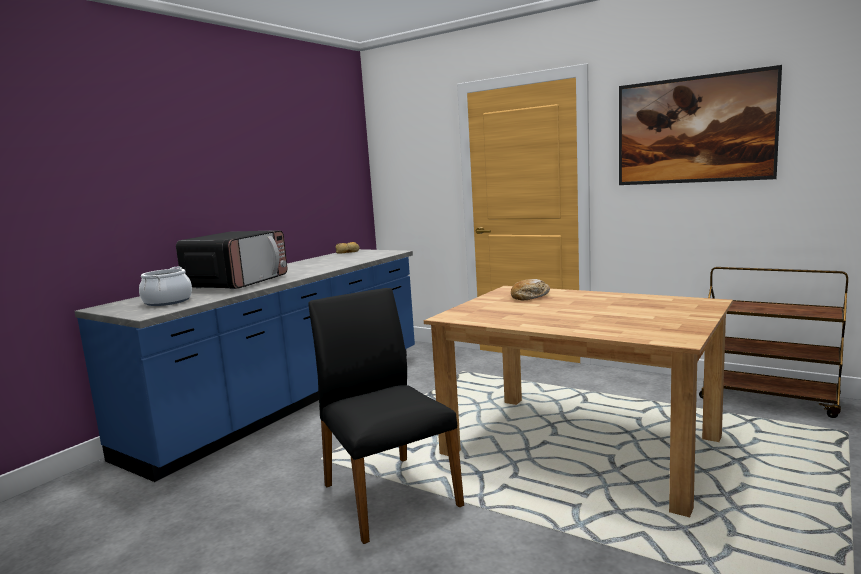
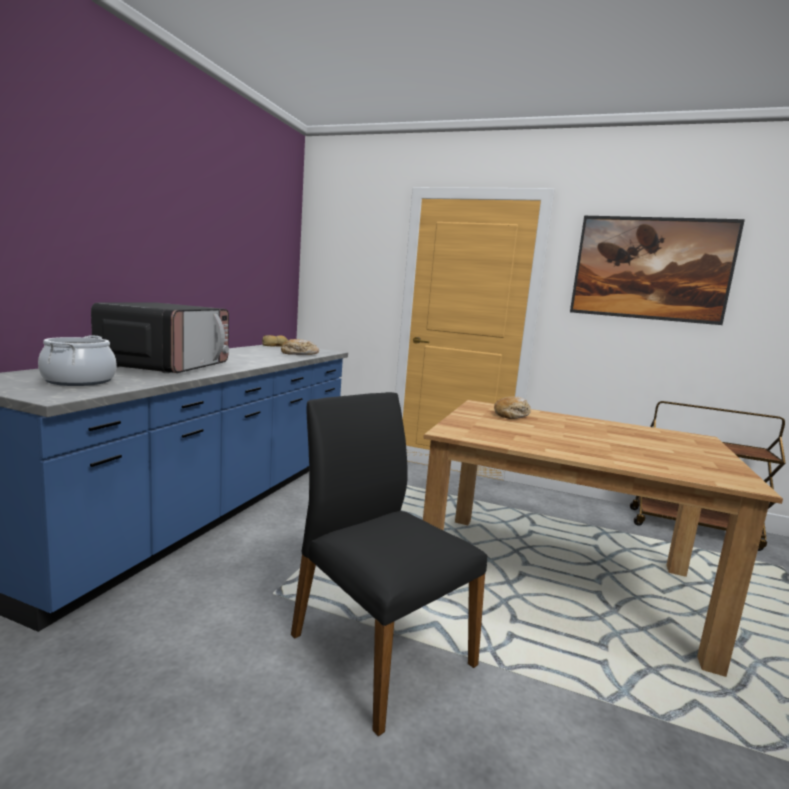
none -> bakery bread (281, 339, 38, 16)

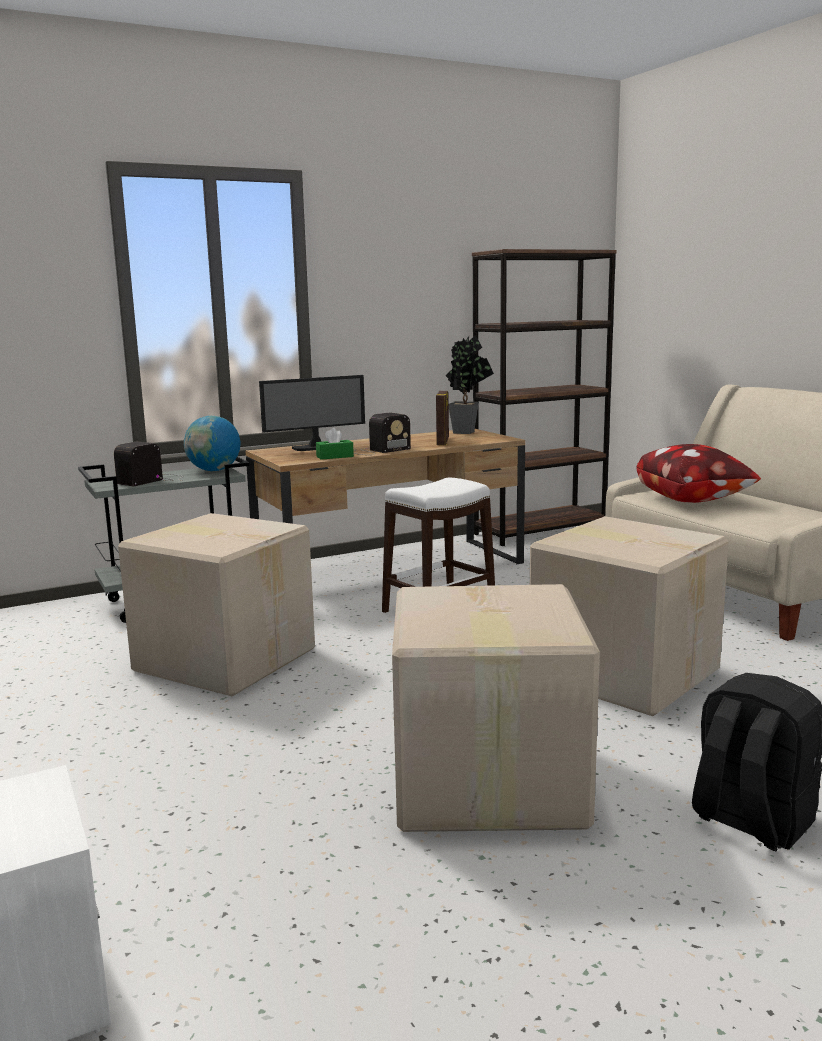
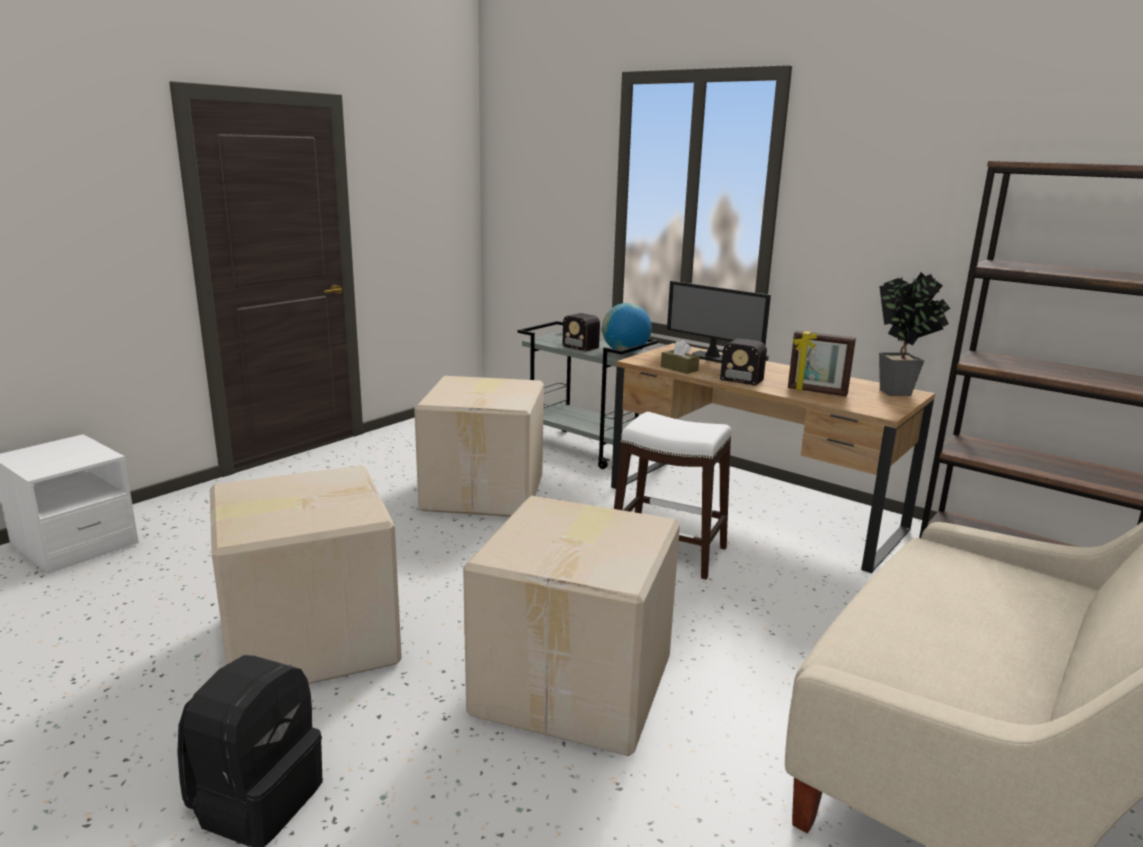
radio receiver (114, 442, 69, 45) -> radio receiver (552, 313, 48, 38), 150 degrees counterclockwise
tissue box (green-coloured) (316, 428, 38, 32) -> tissue box (brownish) (661, 340, 38, 34)
standing frame (436, 391, 13, 54) -> standing frame (788, 331, 68, 65), 45 degrees clockwise
cushion (636, 444, 125, 59) -> none

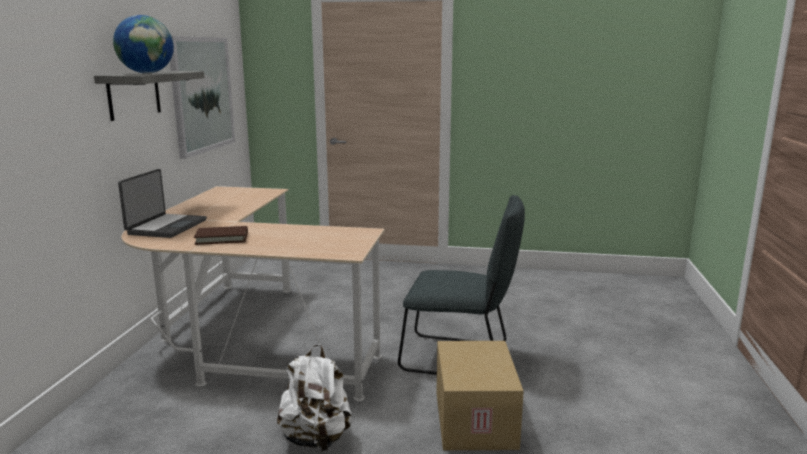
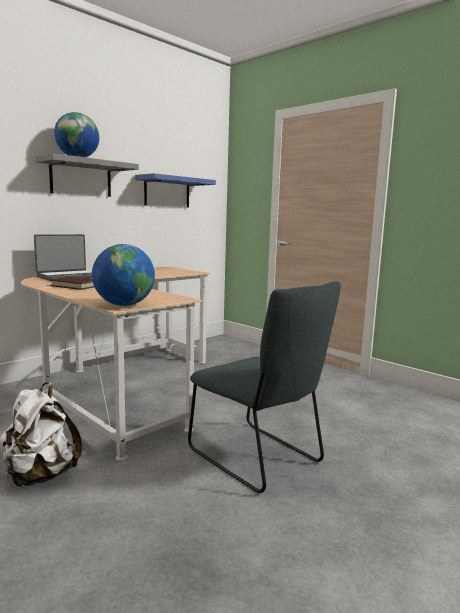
none -> world globe (92, 244, 63, 62)
wall art (170, 36, 65, 123) -> bracket shelf (blue-coloured) (135, 173, 81, 35)
packing box (437, 341, 87, 109) -> none

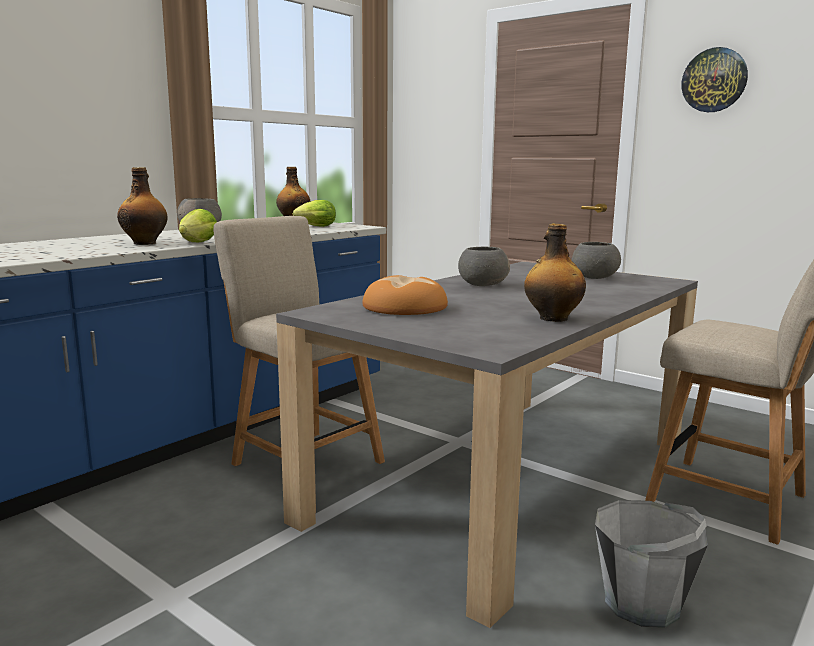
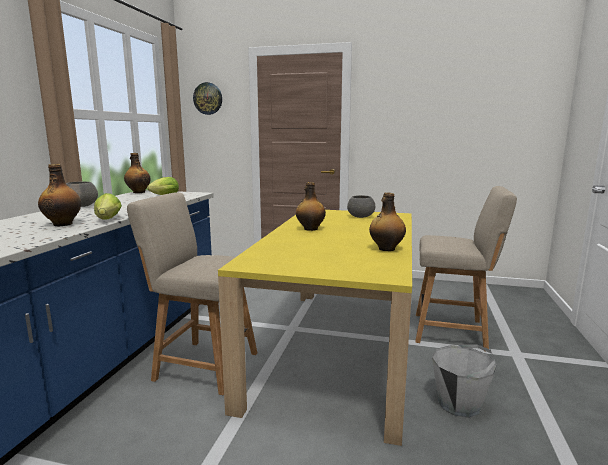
clock on the wall (682, 47, 66, 65) -> clock on the wall (193, 82, 29, 33), relocated
dining table (grey) (276, 262, 422, 366) -> dining table (yellow-coloured) (218, 210, 194, 236)
serving bowl (grey) (458, 247, 52, 39) -> bottle (296, 182, 30, 49)
bakery bread (362, 275, 86, 40) -> none

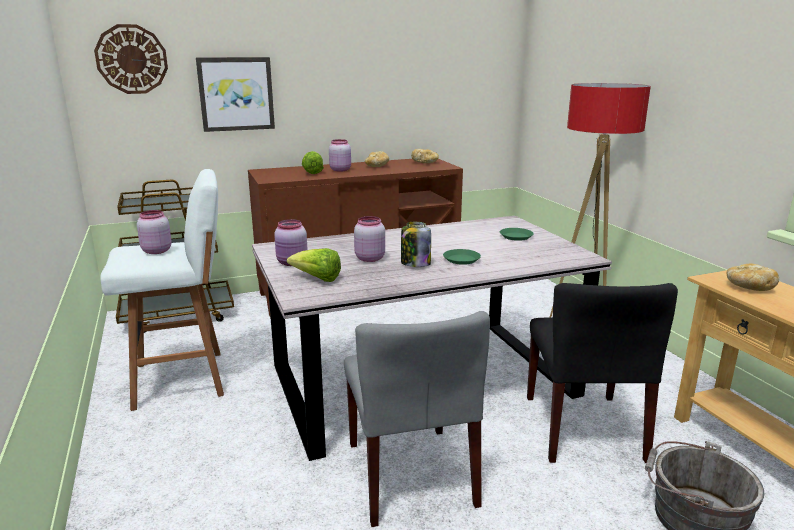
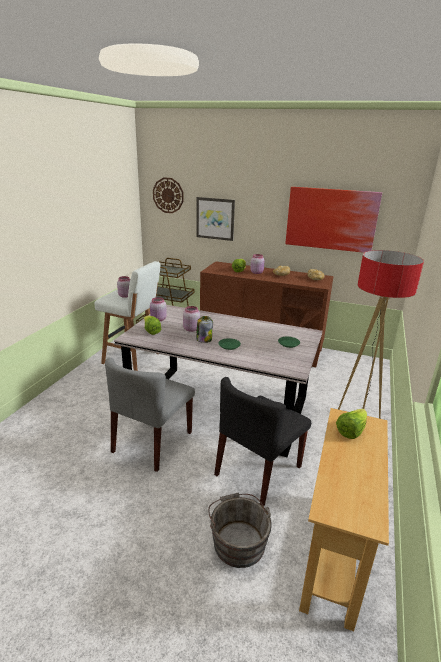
none -> wall art (285, 187, 97, 66)
bakery bread (726, 264, 53, 27) -> head of lettuce (336, 408, 31, 31)

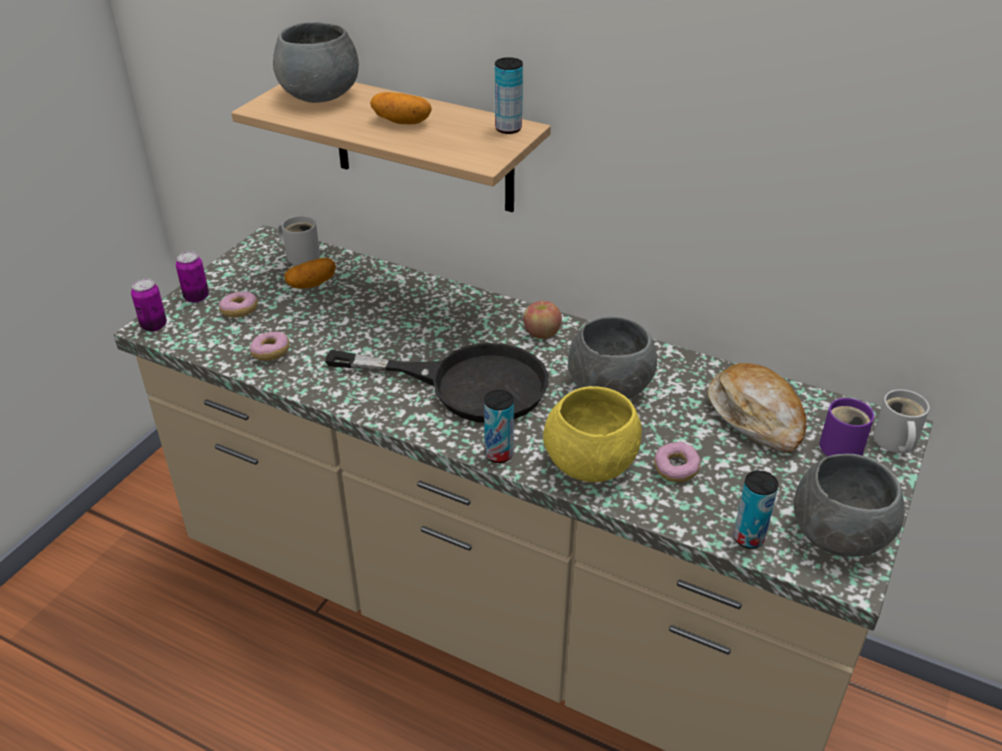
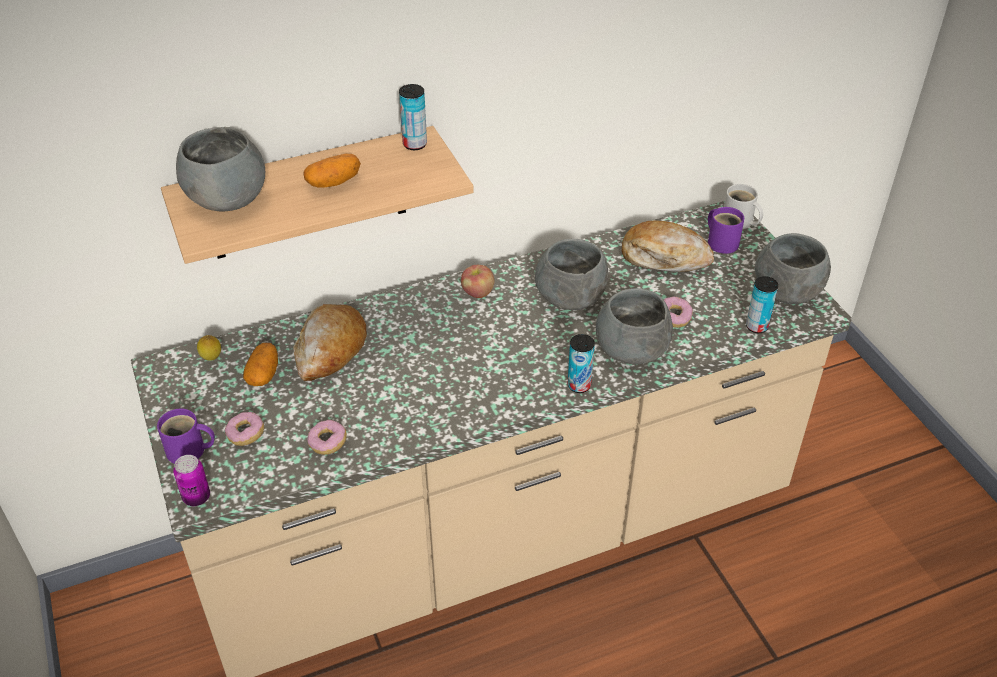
can (176, 251, 33, 52) -> tea mug (purple) (157, 408, 58, 56)
tea mug (white-coloured) (278, 216, 42, 49) -> lemon (197, 335, 24, 26)
none -> bakery bread (293, 304, 74, 77)
serving bowl (yellow-coloured) (543, 386, 99, 96) -> serving bowl (grey) (596, 288, 77, 76)
frying pan (black) (325, 343, 224, 80) -> none

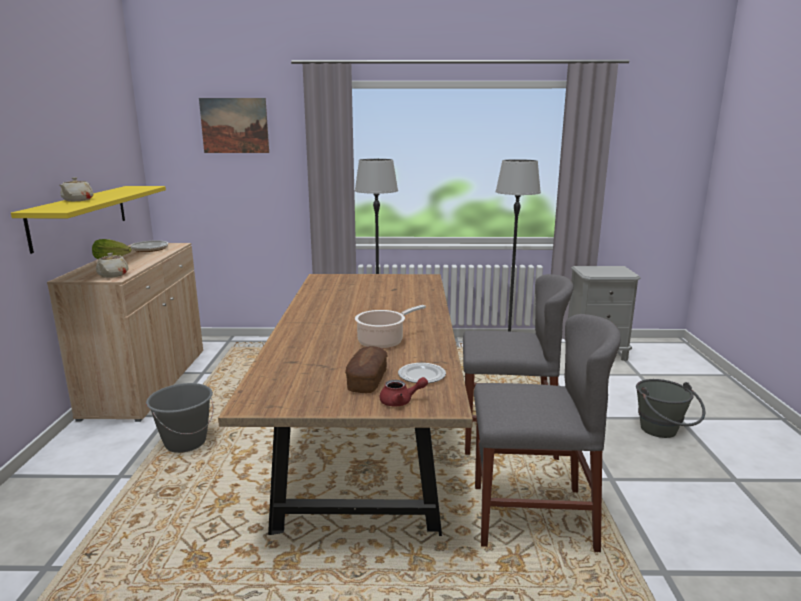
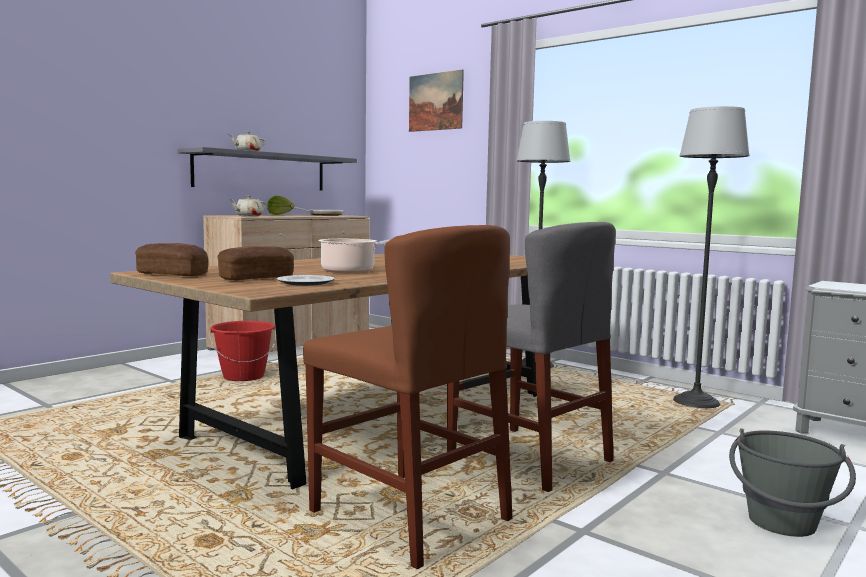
none -> bakery bread (135, 243, 74, 33)
bracket shelf (yellow-coloured) (11, 186, 155, 68) -> bracket shelf (grey) (177, 147, 180, 44)
pail (grey) (146, 383, 68, 70) -> pail (red-coloured) (209, 321, 67, 60)
plain chair (grey) (474, 314, 147, 238) -> plain chair (brownish) (303, 225, 209, 344)
tea pot (red-coloured) (379, 377, 49, 30) -> none

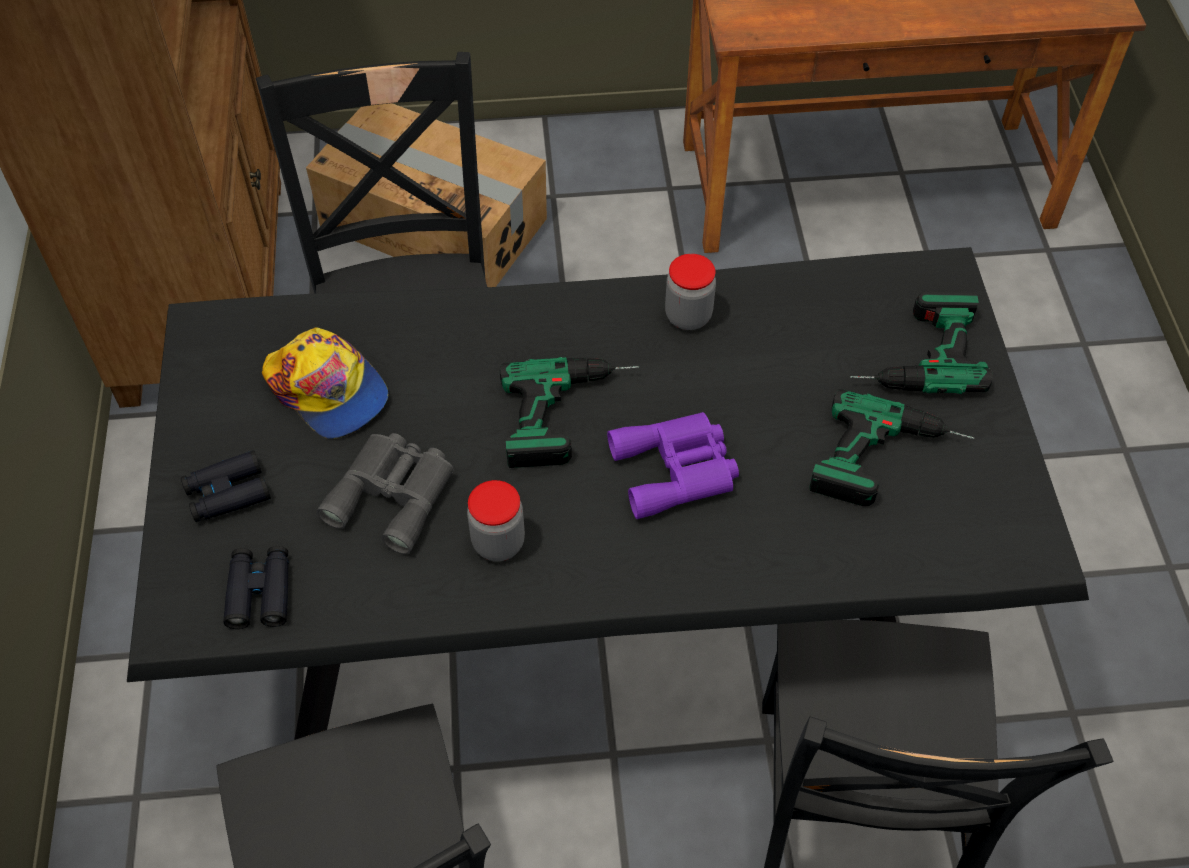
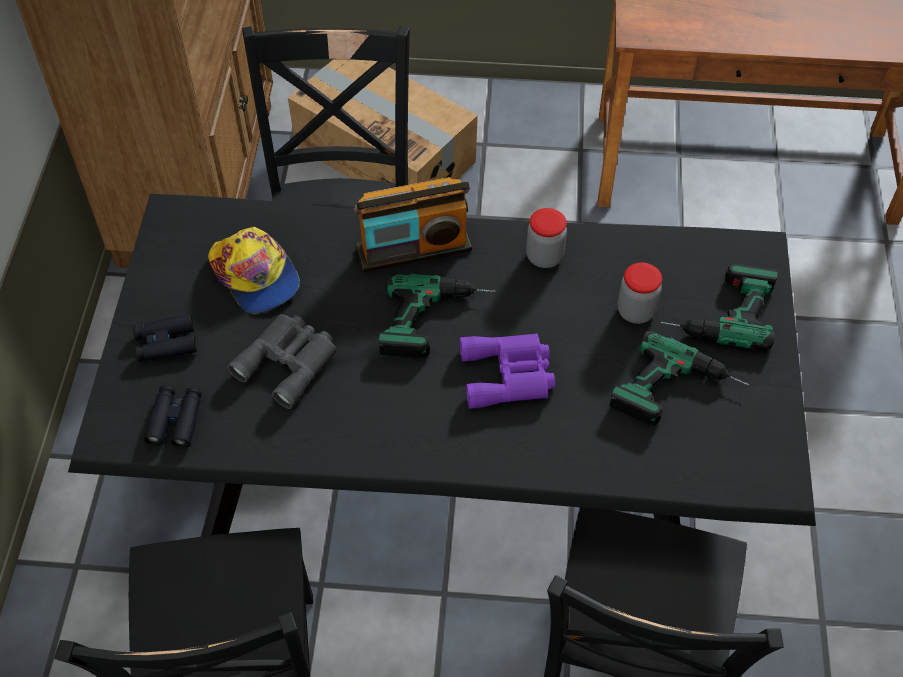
none -> radio receiver (354, 177, 118, 95)
preserve jar (467, 480, 58, 81) -> preserve jar (618, 263, 44, 61), relocated

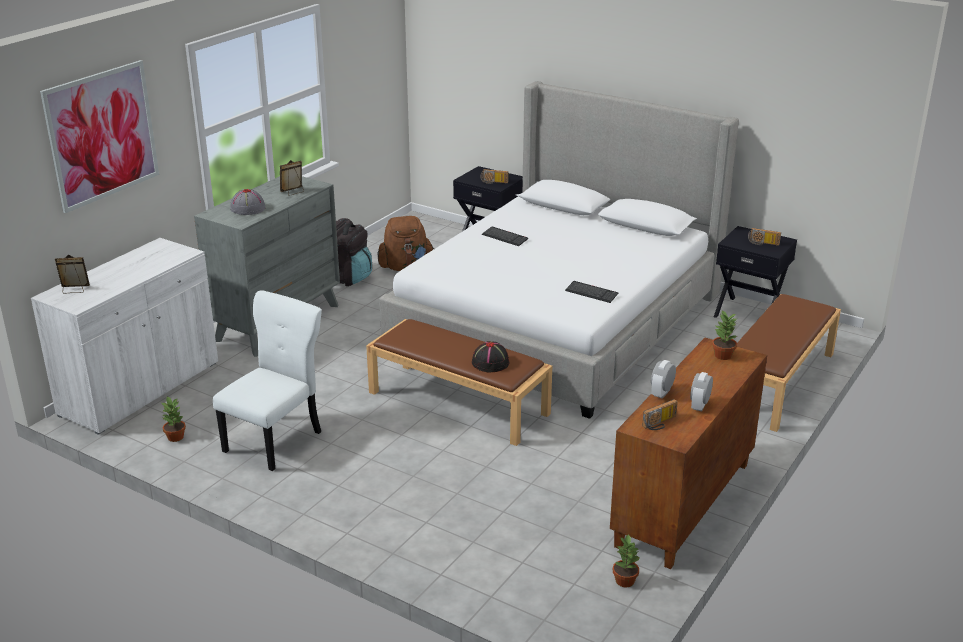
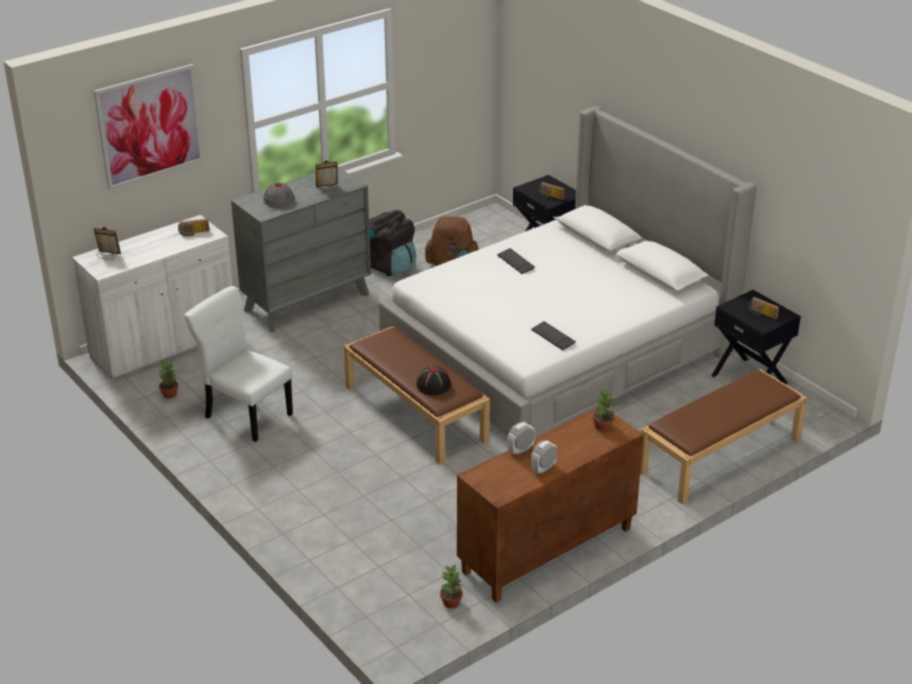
radio receiver (642, 399, 36, 31) -> radio receiver (178, 219, 31, 18), relocated
plain chair (white-coloured) (213, 290, 109, 181) -> plain chair (white-coloured) (184, 286, 109, 156), 105 degrees counterclockwise

